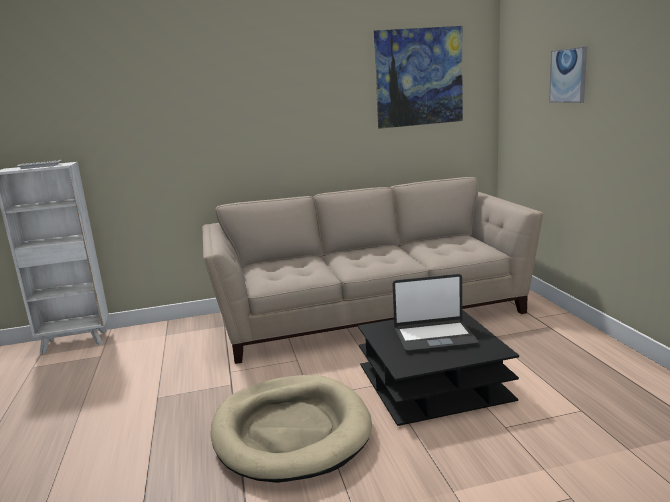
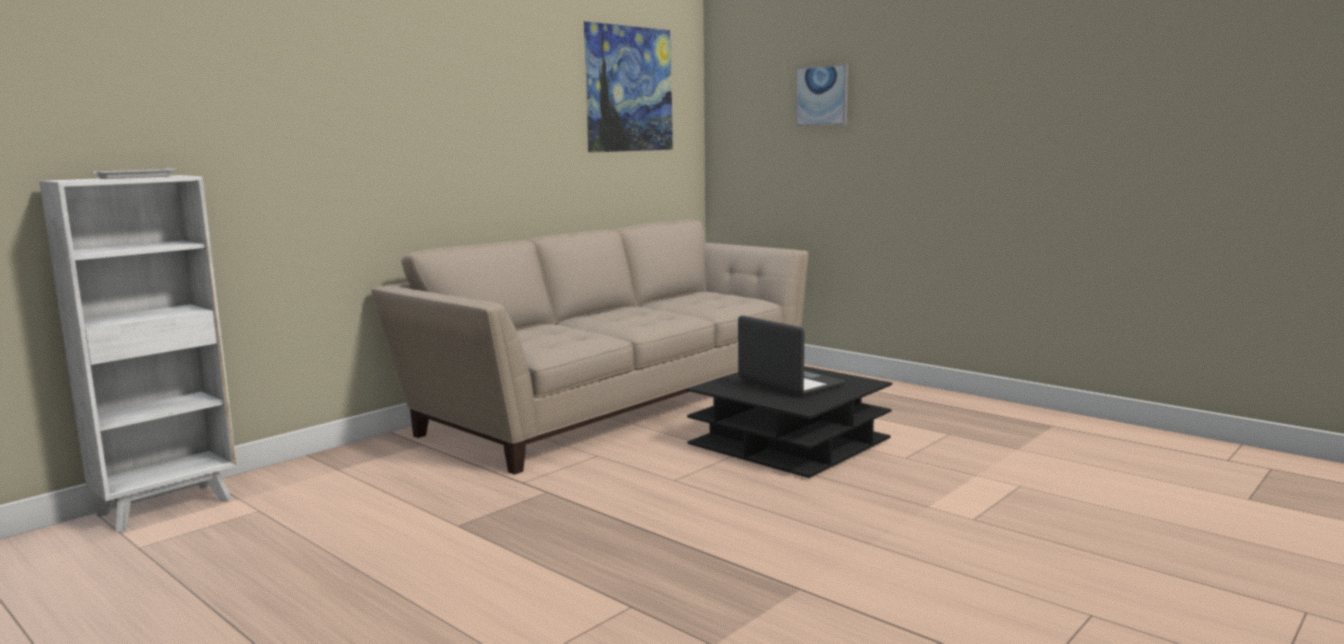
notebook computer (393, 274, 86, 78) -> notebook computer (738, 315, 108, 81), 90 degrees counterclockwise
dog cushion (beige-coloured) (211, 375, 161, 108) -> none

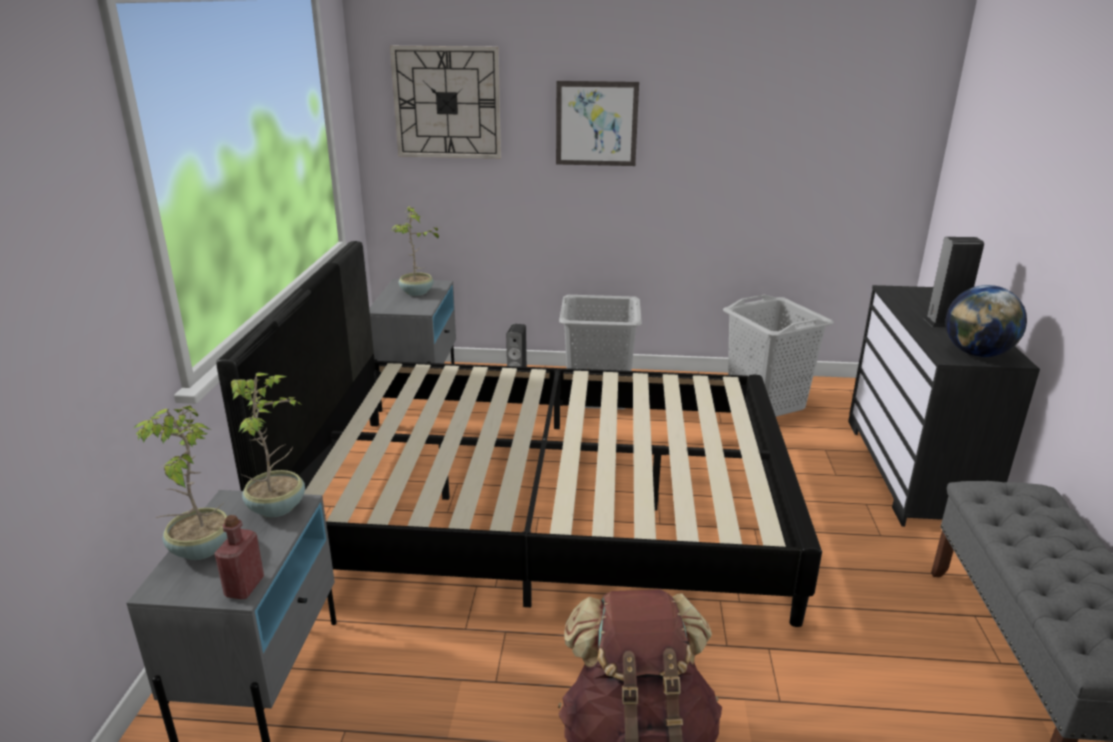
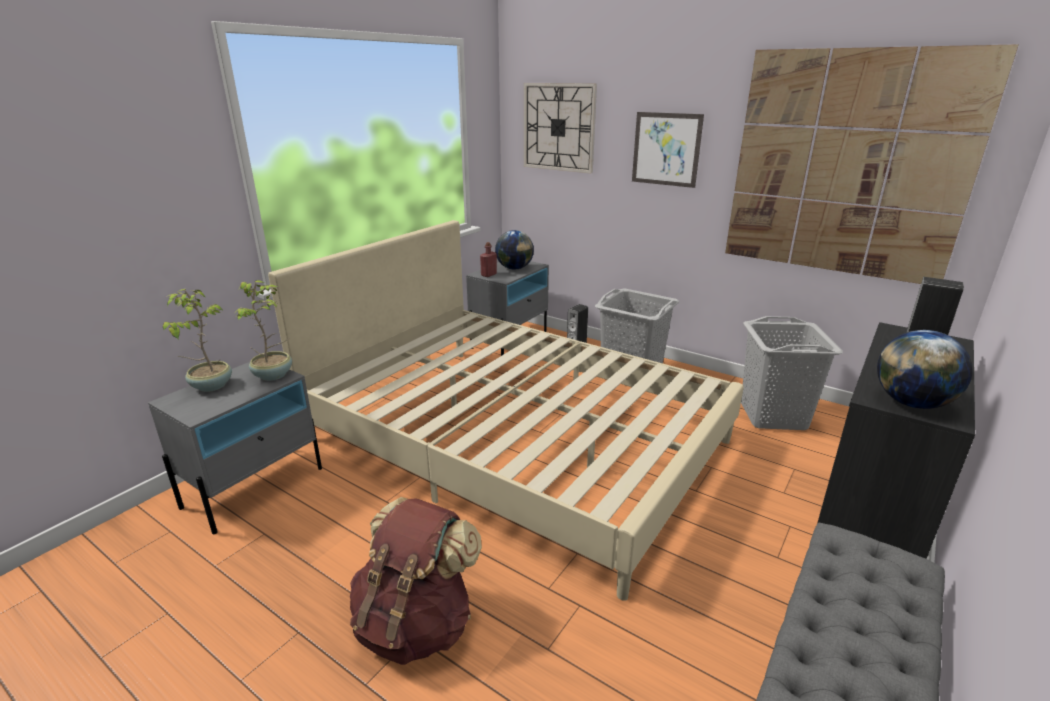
bedroom bed (black) (216, 241, 606, 386) -> bedroom bed (beige-coloured) (268, 220, 476, 381)
bottle (red-coloured) (214, 515, 50, 84) -> bottle (red-coloured) (480, 242, 17, 35), relocated
plant in a pot (391, 206, 48, 90) -> world globe (495, 230, 39, 39)
none -> wall art (725, 44, 293, 240)

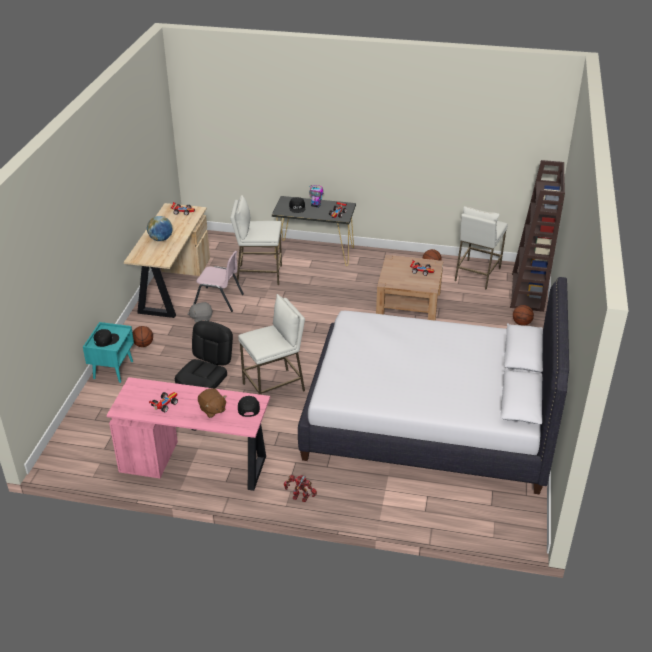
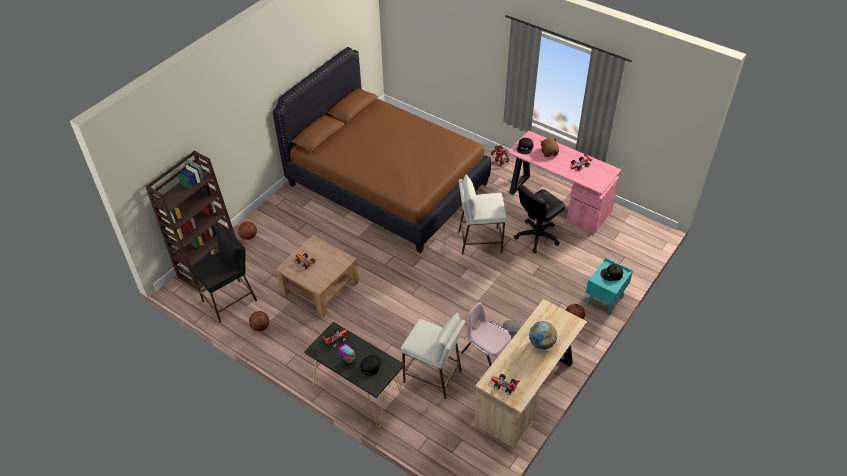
sitting stool (white-coloured) (455, 206, 53, 83) -> sitting stool (black) (190, 227, 67, 96)
bedroom bed (white-coloured) (298, 277, 271, 217) -> bedroom bed (brownish) (272, 47, 219, 206)

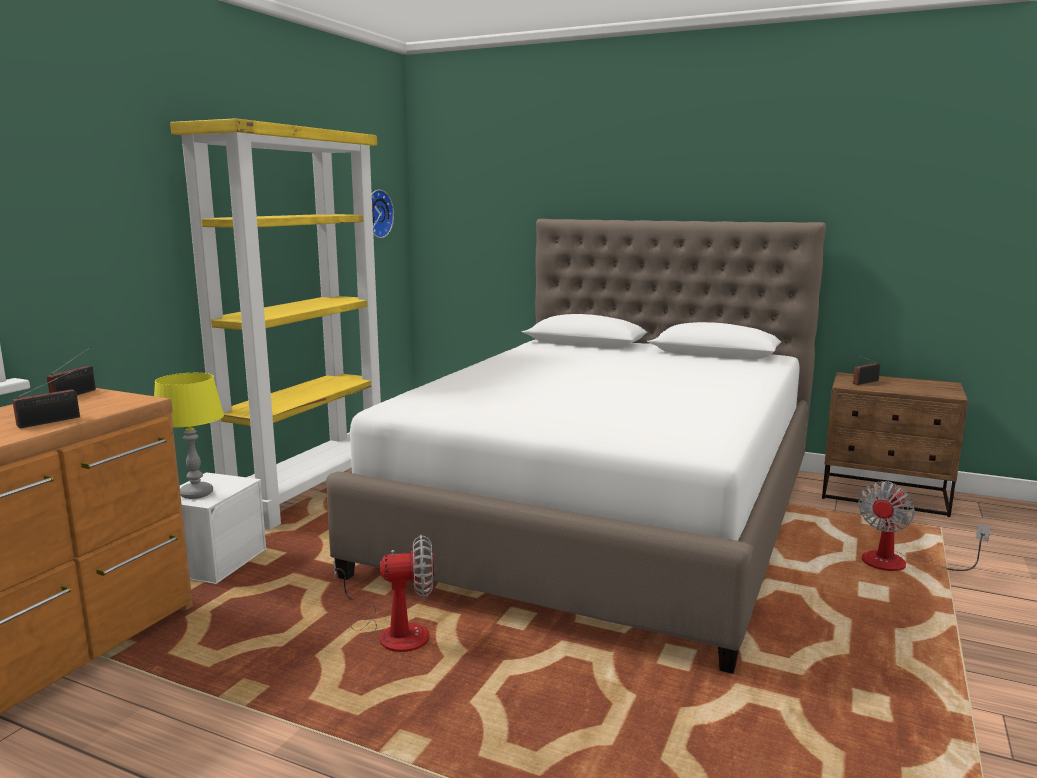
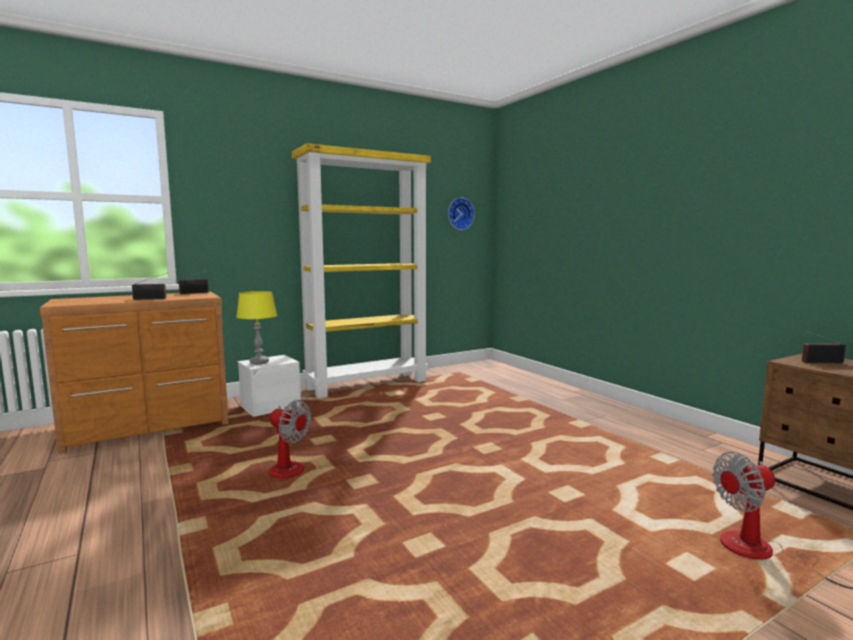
bedroom bed (white-coloured) (326, 219, 500, 455) -> none

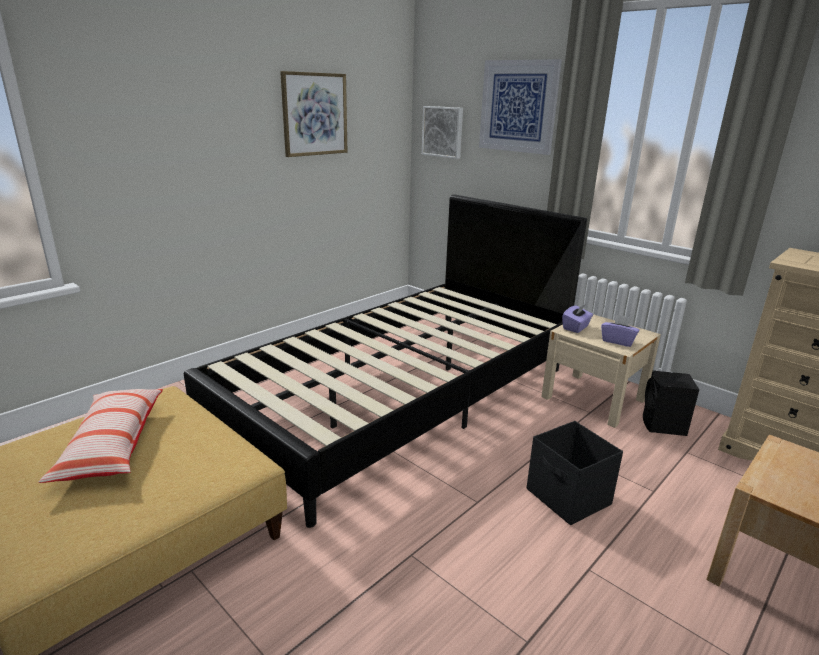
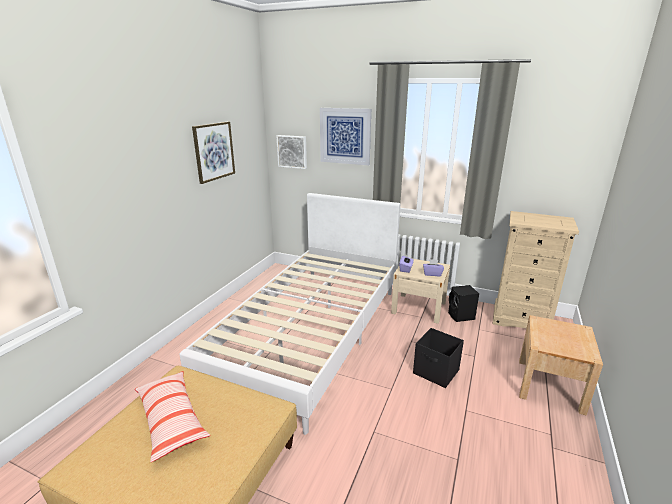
bedroom bed (black) (184, 195, 403, 333) -> bedroom bed (white-coloured) (179, 193, 221, 242)

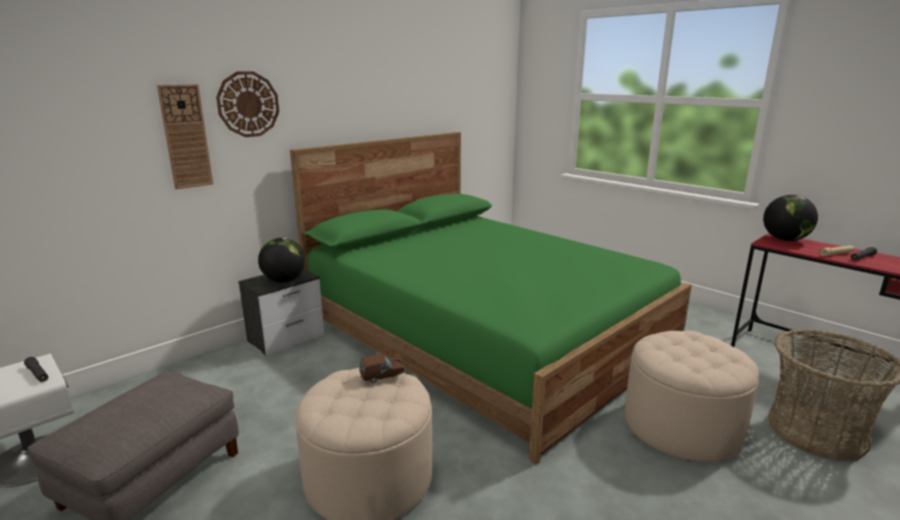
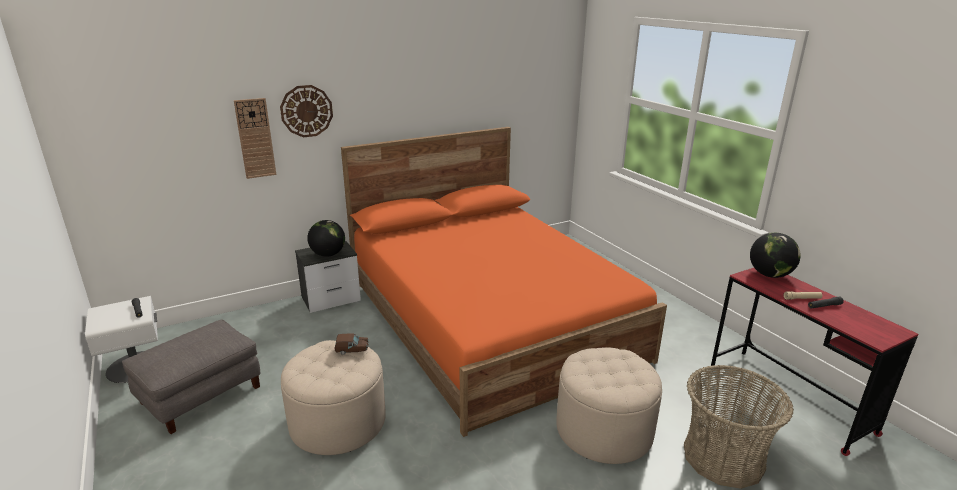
bedroom bed (green-coloured) (290, 132, 402, 333) -> bedroom bed (orange-coloured) (341, 127, 326, 310)

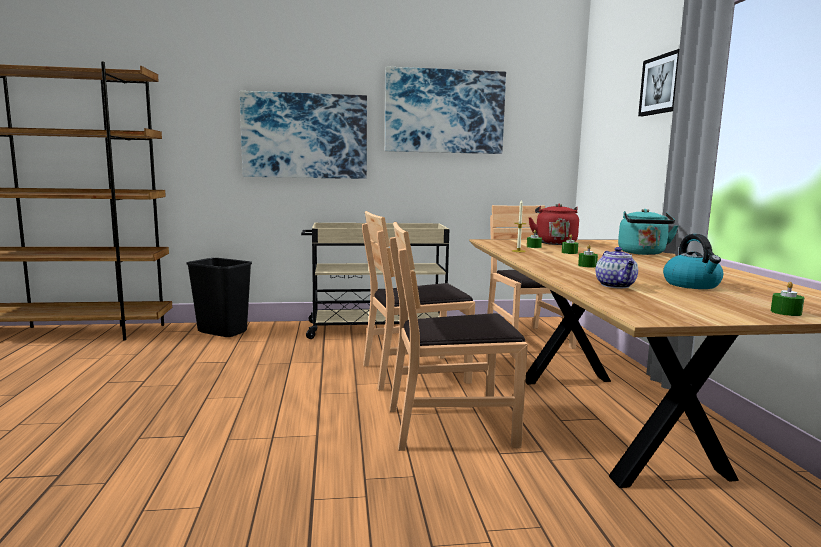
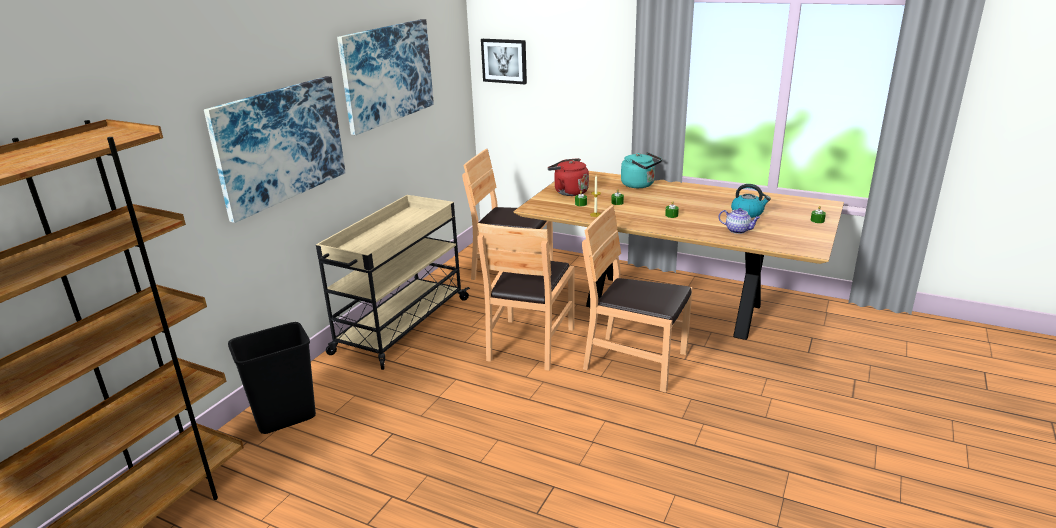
wall art (638, 49, 41, 67) -> wall art (481, 39, 46, 45), relocated
plain chair (brownish) (389, 222, 139, 229) -> plain chair (brownish) (582, 205, 111, 188), 90 degrees clockwise

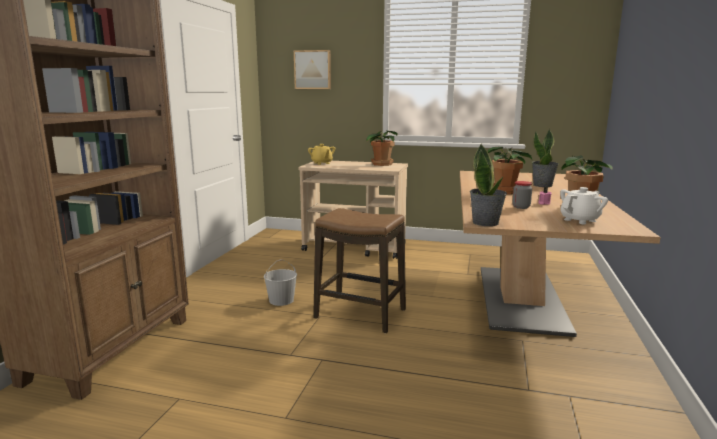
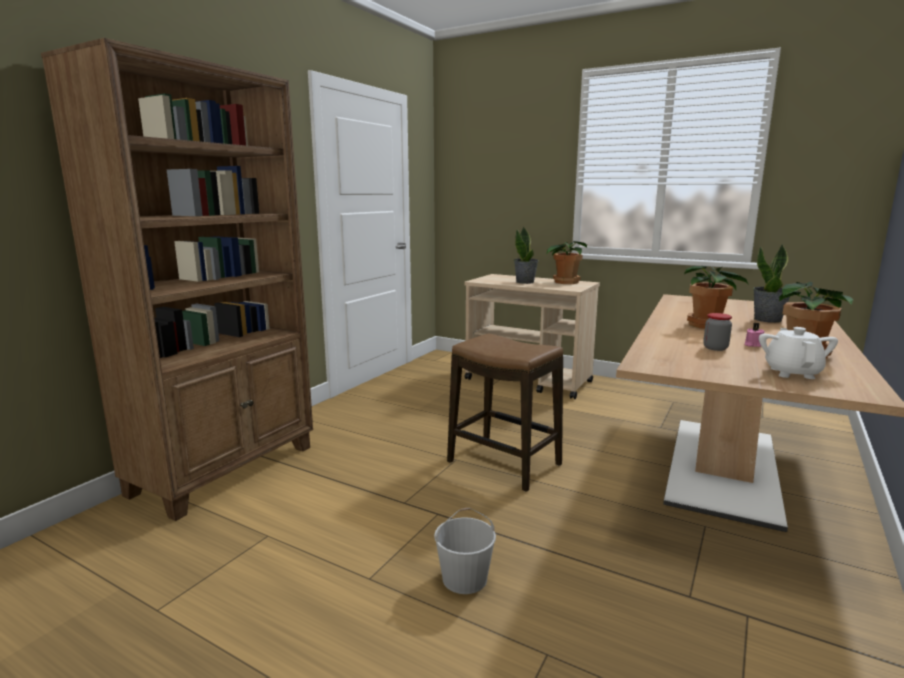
pail (white-coloured) (264, 260, 33, 46) -> pail (white-coloured) (434, 508, 62, 86), relocated
plant in a pot (470, 144, 37, 82) -> plant in a pot (514, 226, 25, 58), relocated
tea pot (white-coloured) (560, 187, 48, 37) -> tea pot (white-coloured) (759, 327, 79, 52), 60 degrees counterclockwise
wall art (294, 50, 37, 39) -> none
tea pot (yellow-coloured) (308, 144, 27, 21) -> none

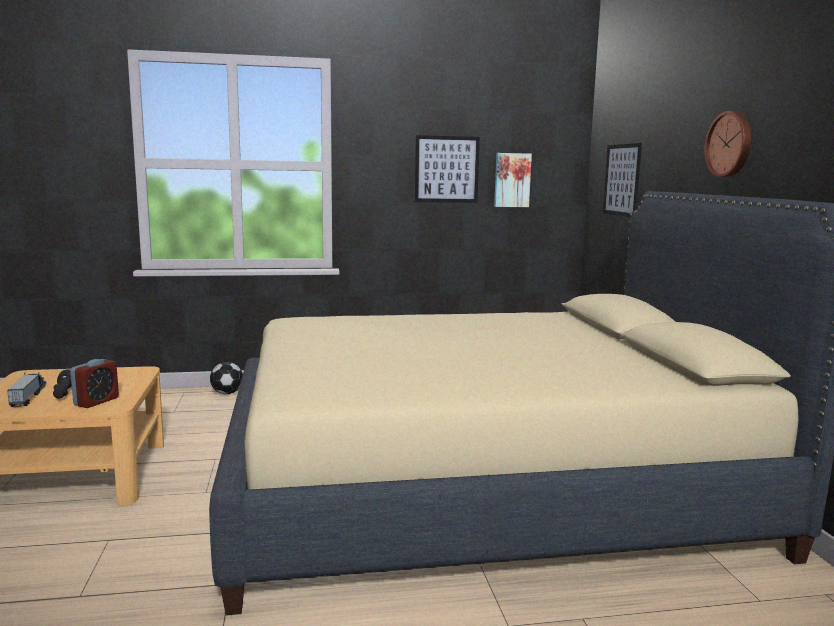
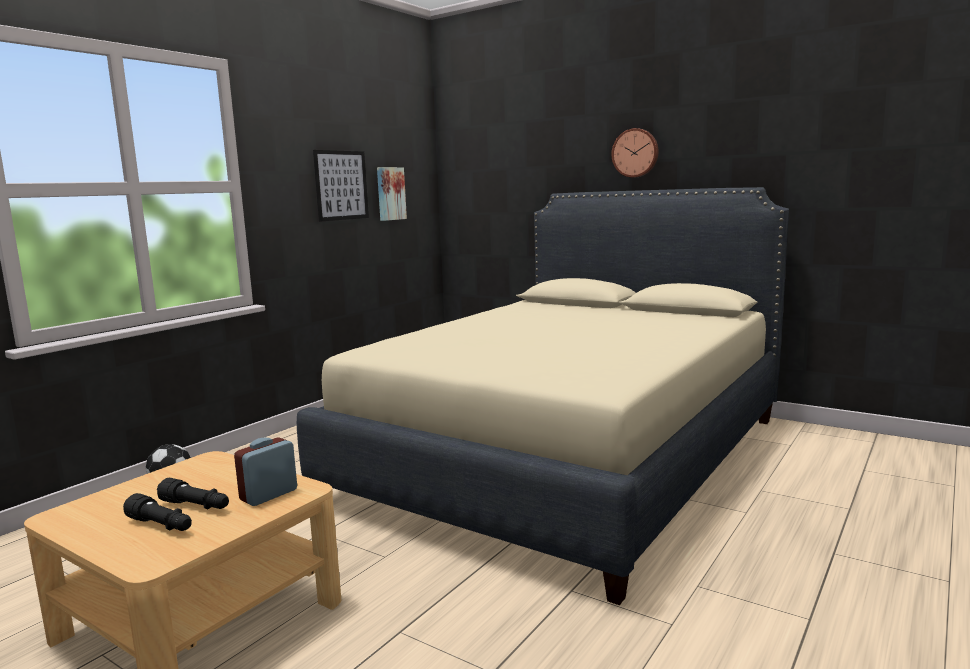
model truck (7, 372, 39, 35) -> flashlight (black) (123, 493, 69, 38)
table clock (70, 359, 49, 49) -> table clock (234, 437, 63, 69), 120 degrees counterclockwise
wall art (603, 143, 39, 74) -> none

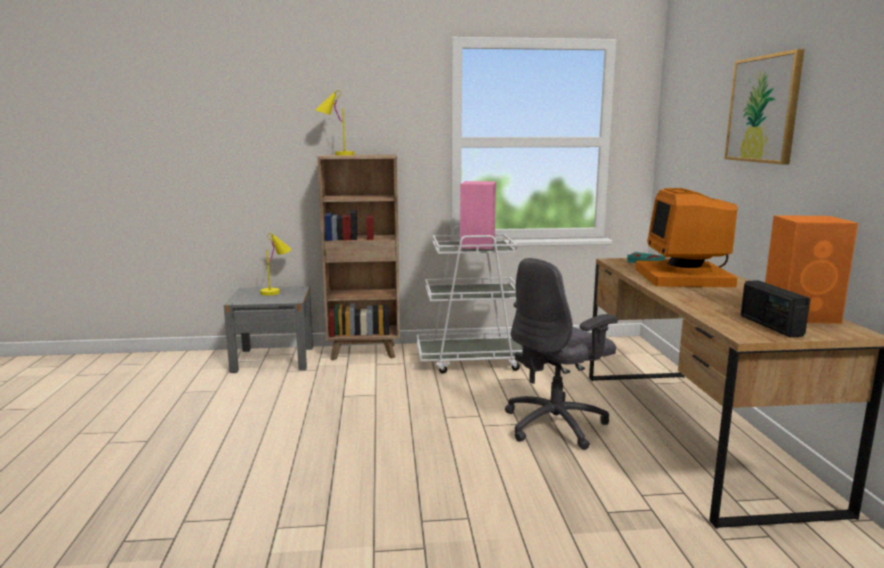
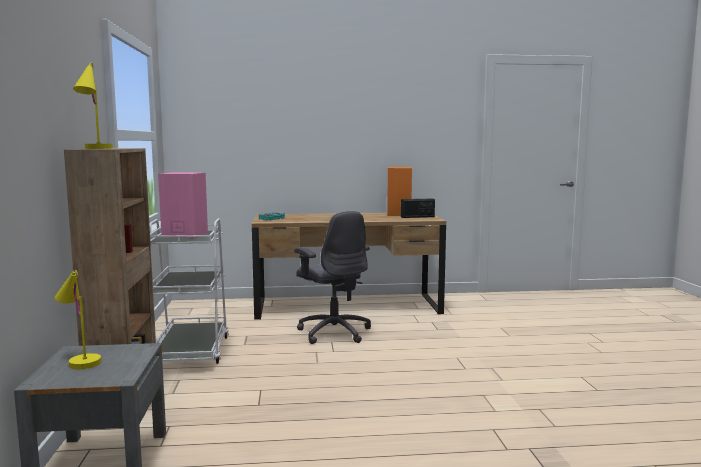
computer display (635, 188, 103, 99) -> none
wall art (725, 49, 79, 115) -> none

